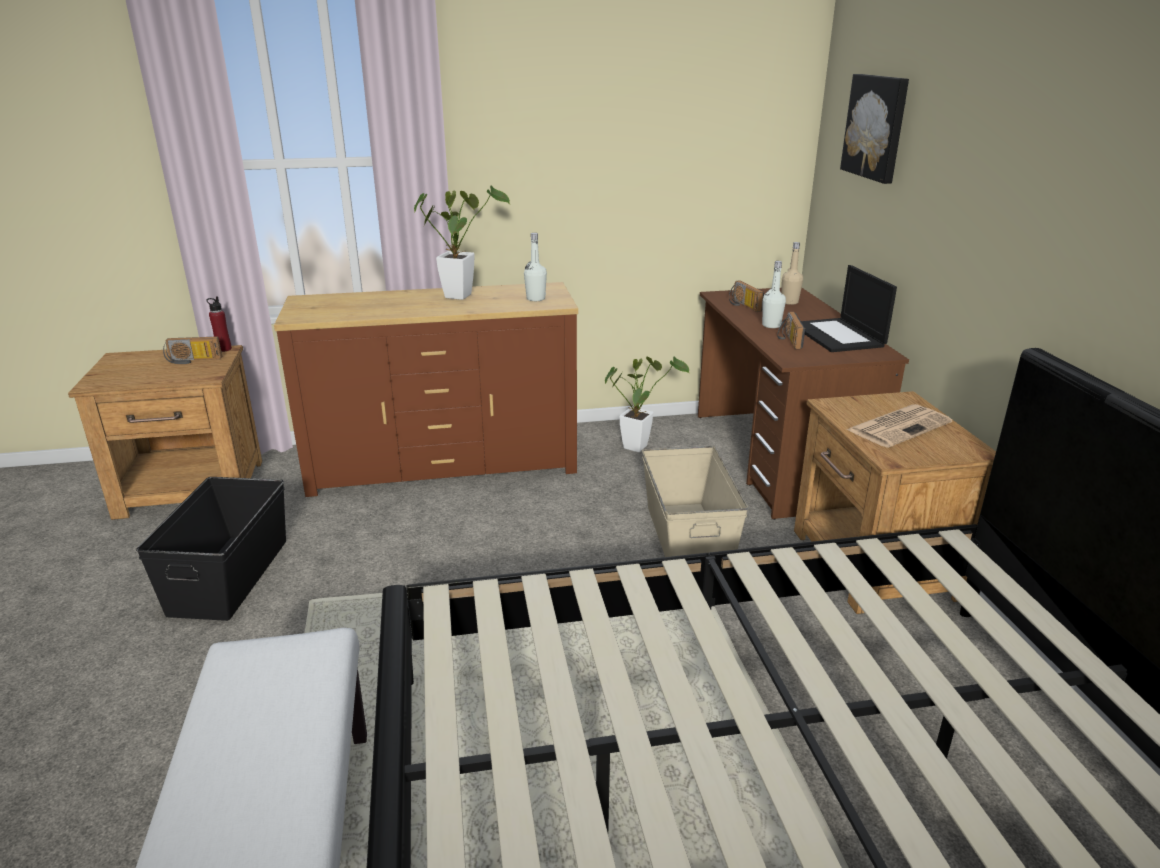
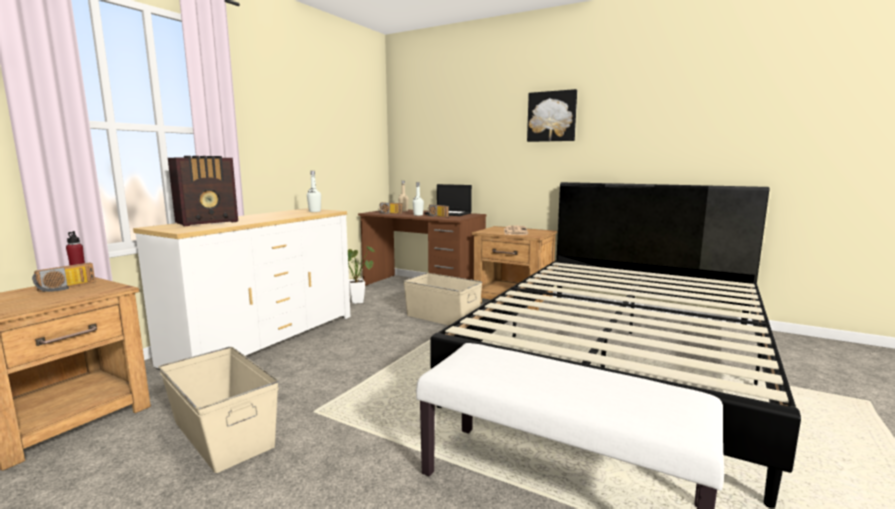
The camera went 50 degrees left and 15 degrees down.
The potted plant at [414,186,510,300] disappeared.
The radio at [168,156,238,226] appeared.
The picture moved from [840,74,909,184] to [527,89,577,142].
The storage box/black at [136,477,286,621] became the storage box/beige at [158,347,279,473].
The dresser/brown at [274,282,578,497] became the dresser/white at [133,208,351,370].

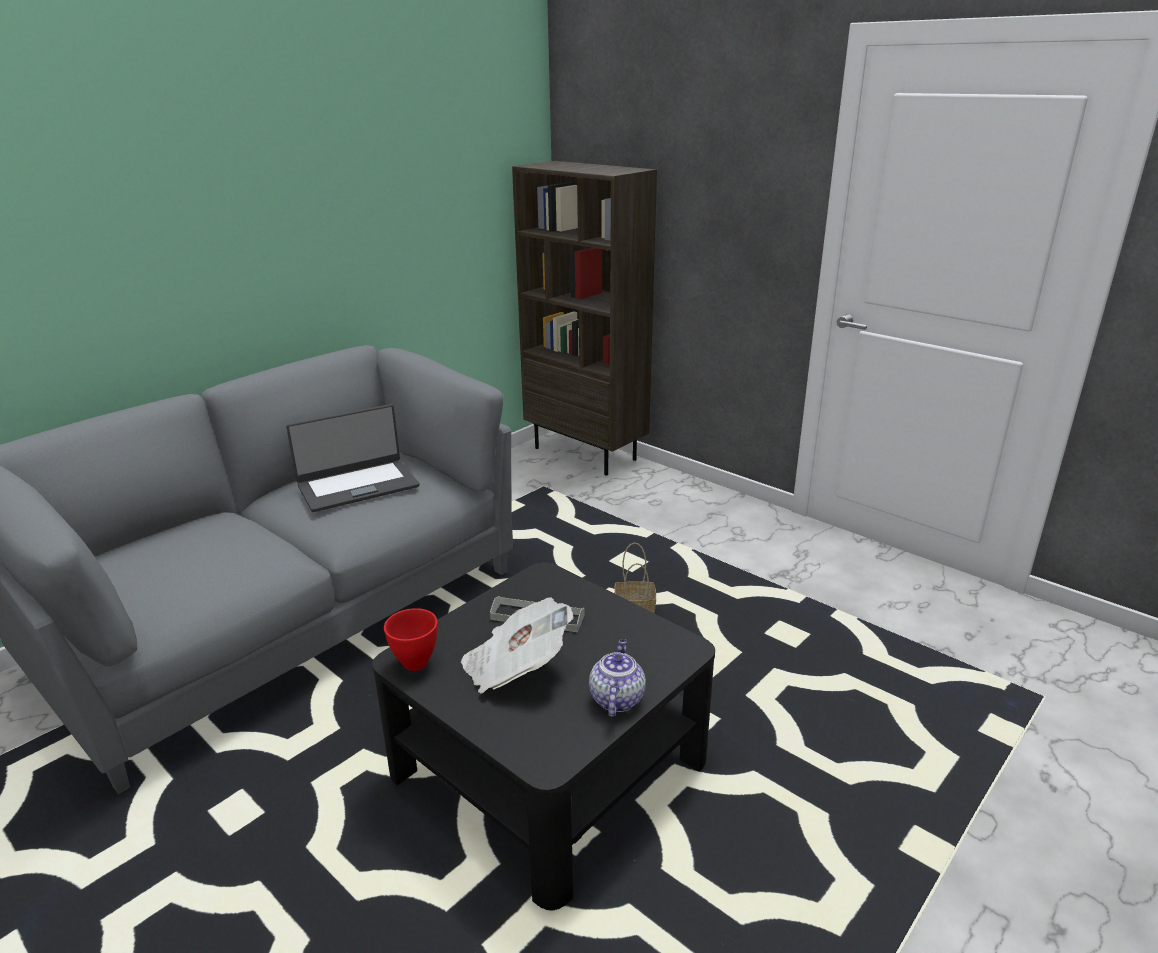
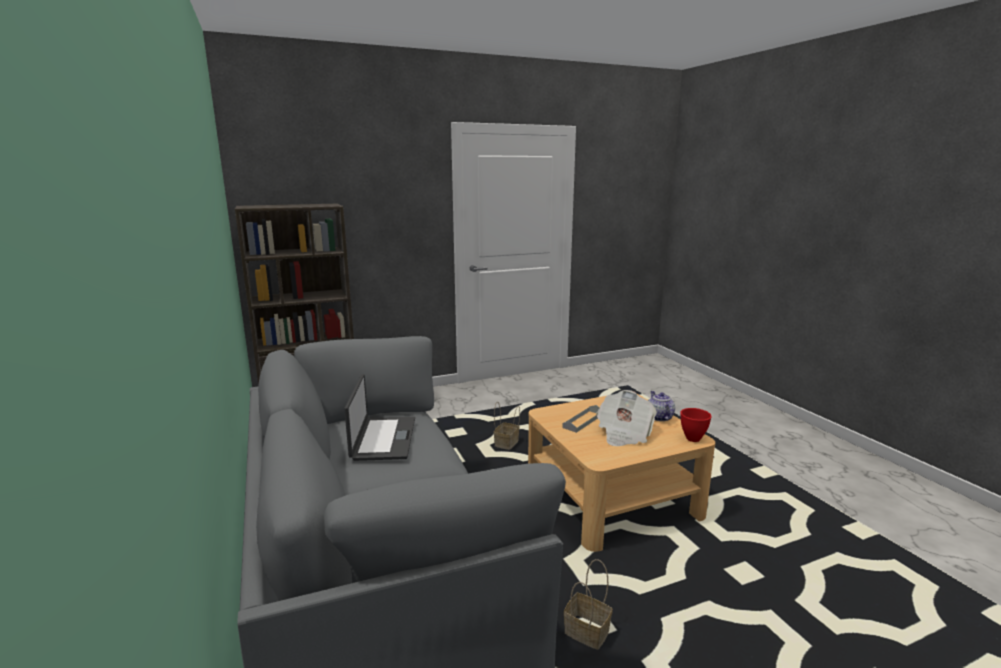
The camera went 65 degrees left and 10 degrees down.
The basket at [564,559,612,650] appeared.
The bowl/red moved from [384,608,438,671] to [680,408,712,442].
The coffee table/black at [372,562,715,911] became the coffee table/beige at [528,394,715,552].
The teapot at [589,639,646,717] turned 45 degrees clockwise.

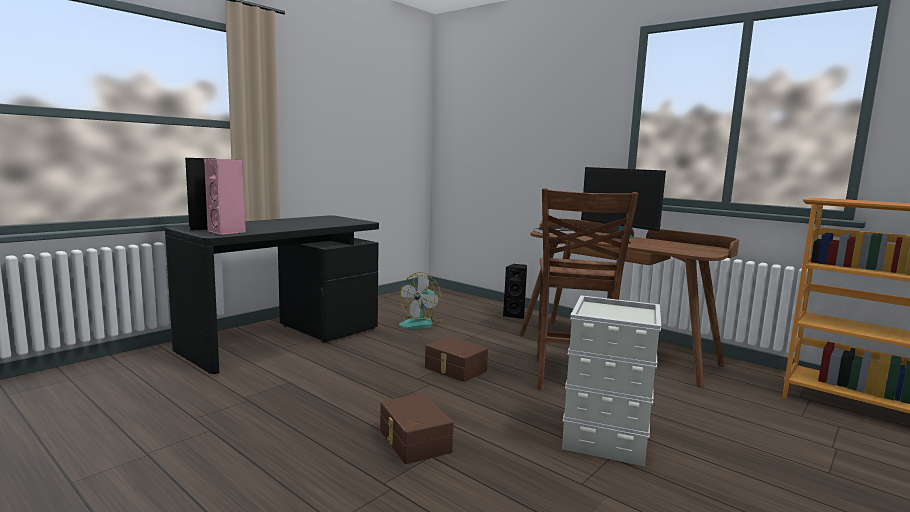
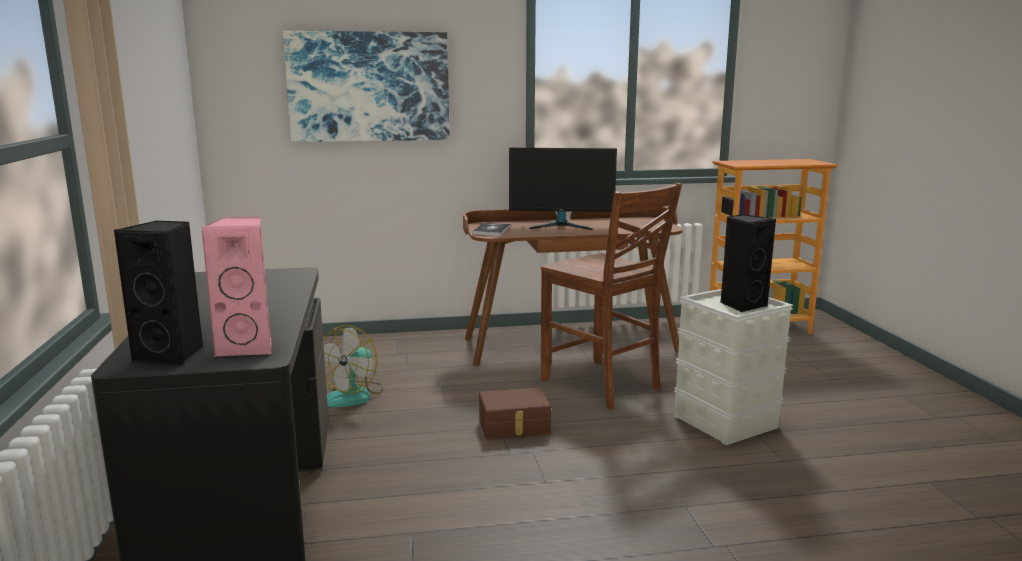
The camera went 50 degrees left and 5 degrees up.
The storage box/brown at [380,393,453,464] disappeared.
The picture at [283,31,449,142] appeared.
The speaker/black moved from [503,264,527,319] to [720,214,776,313].
The fan at [399,272,441,329] turned 45 degrees clockwise.

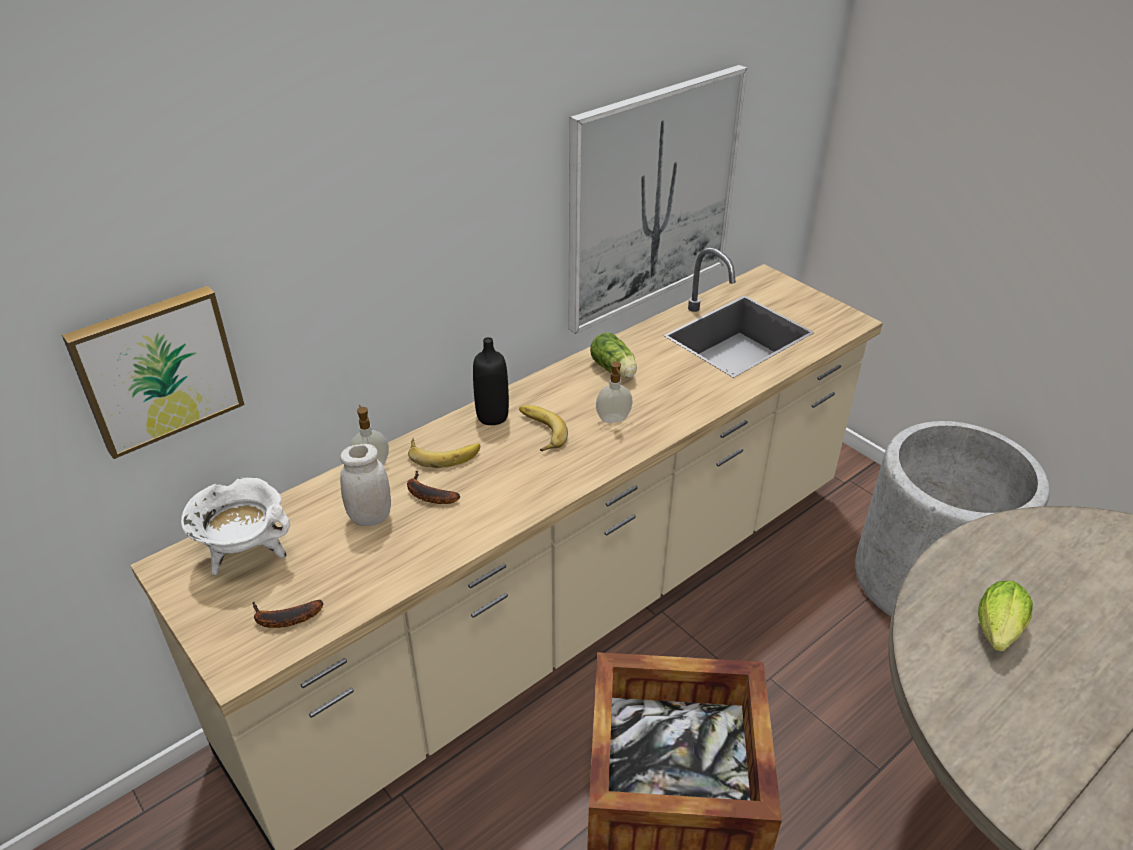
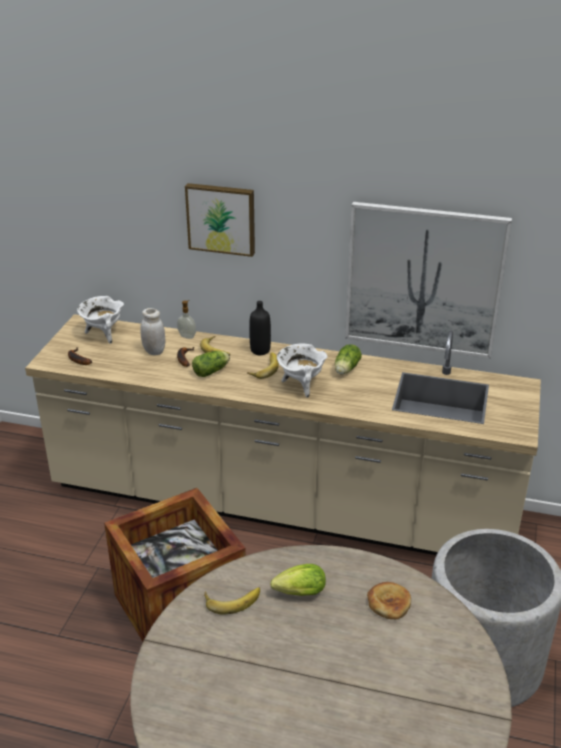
The camera went 55 degrees right and 5 degrees down.
The lettuce at [192,351,230,377] appeared.
The banana at [204,587,260,614] appeared.
The bread at [367,582,411,619] appeared.
The picture moved from [62,286,245,459] to [185,183,255,257].
The soap dispenser at [596,361,633,423] was replaced by the cooking pot/white at [277,343,328,398].

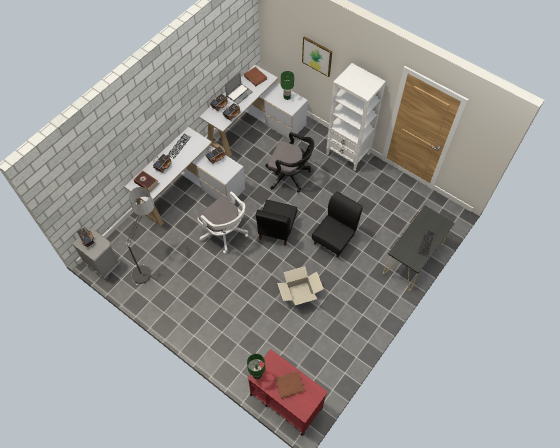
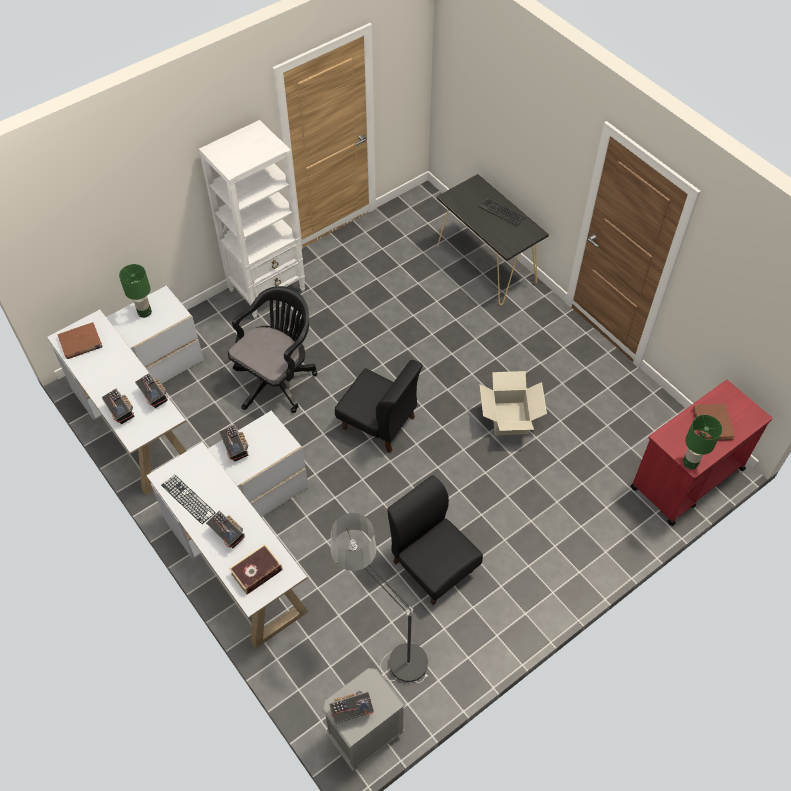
The camera went 75 degrees left and 5 degrees down.
The office chair/white at [198,191,248,253] disappeared.
The laptop at [225,72,253,104] disappeared.
The picture at [302,36,332,77] disappeared.
The chair/black moved from [312,191,363,258] to [388,475,483,605].

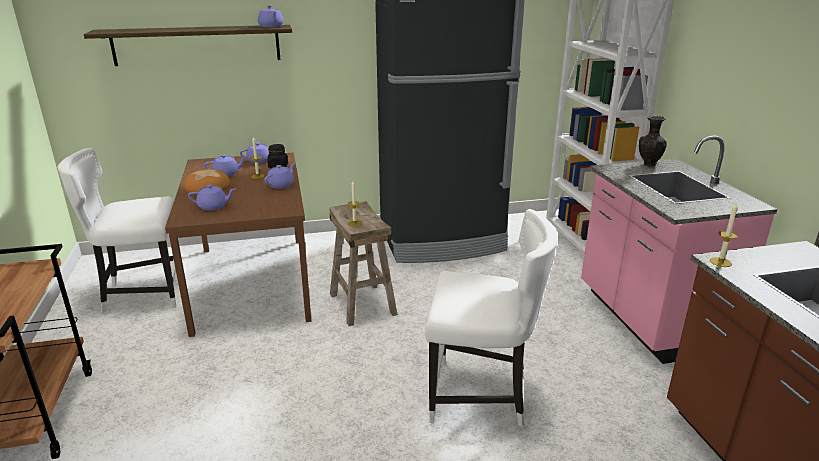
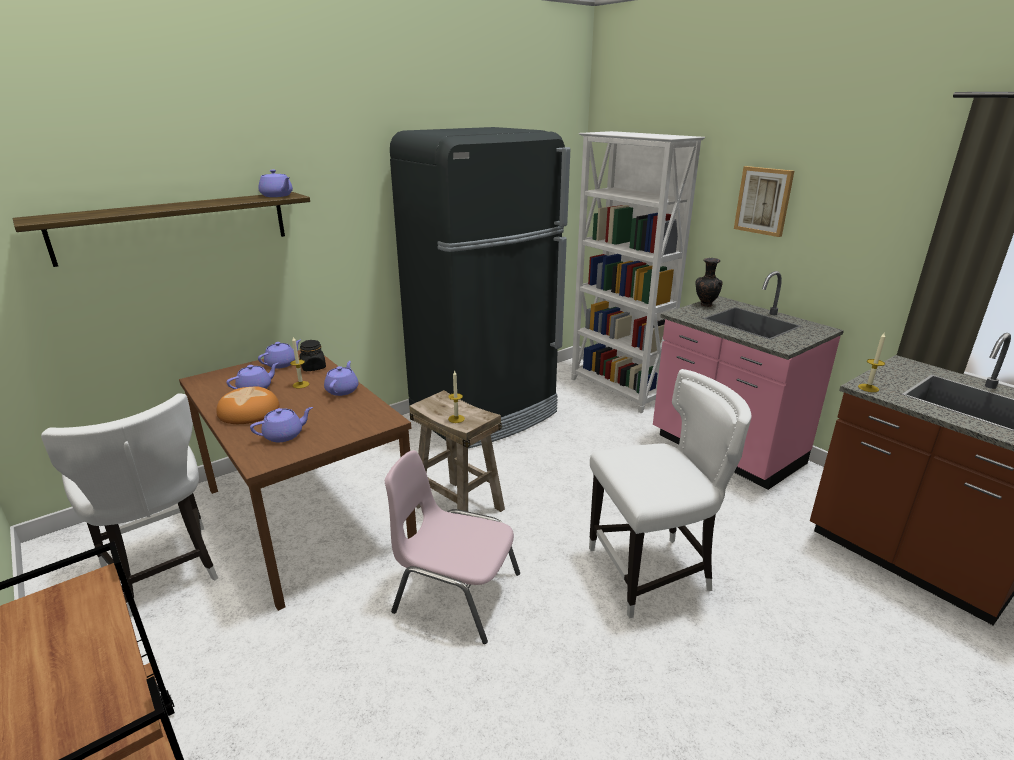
The camera went 25 degrees left and 0 degrees up.
The chair/pink at [385,450,520,644] appeared.
The picture at [734,166,794,237] appeared.
The chair/white at [57,148,176,313] turned 90 degrees counterclockwise.

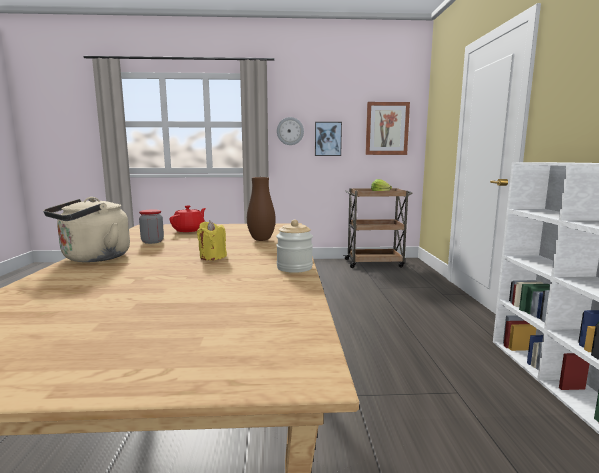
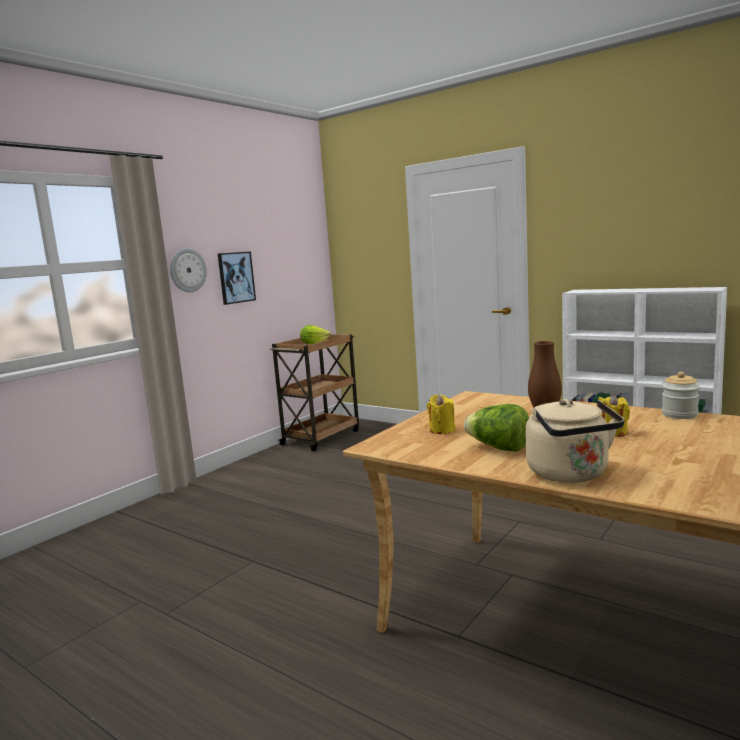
The camera went 50 degrees left and 0 degrees up.
The picture at [365,102,410,155] disappeared.
The jar at [139,209,164,244] was replaced by the lettuce at [464,404,529,452].
The teapot/red at [170,206,206,232] was replaced by the candle/yellow at [427,394,455,434].

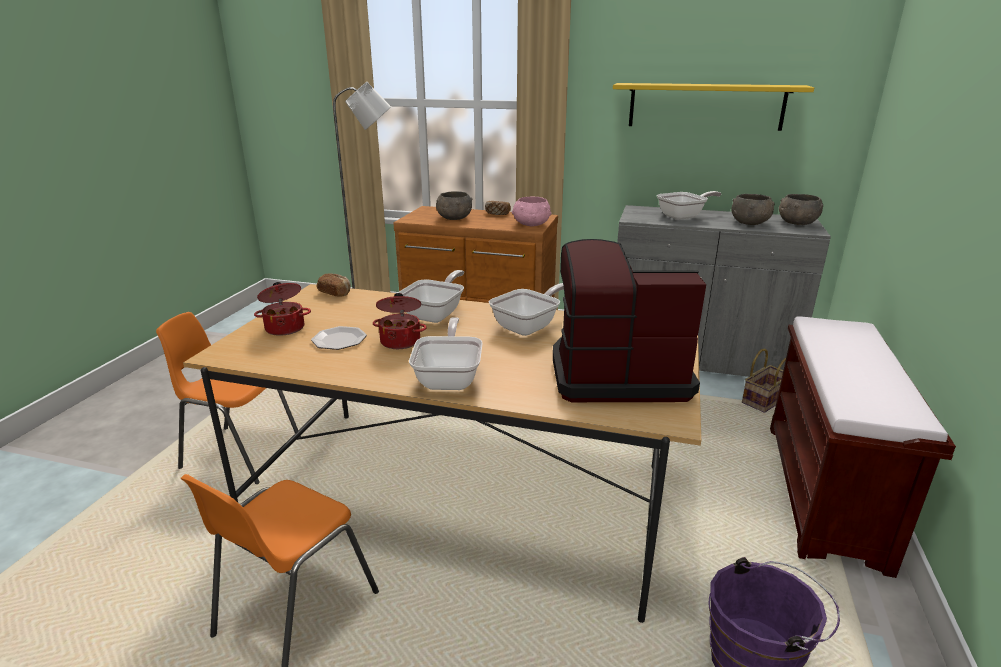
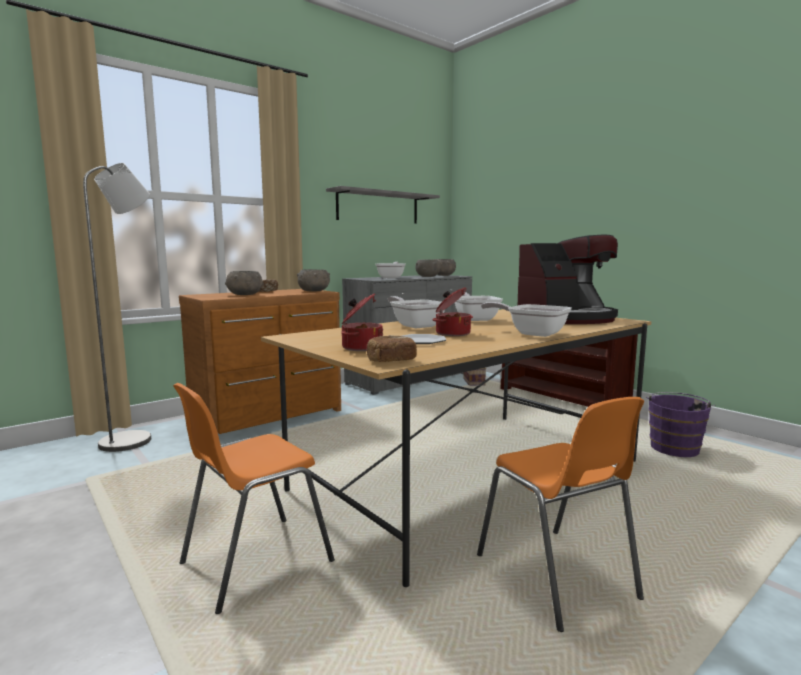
The camera went 55 degrees left and 15 degrees down.
The bread moved from [317,273,350,297] to [367,335,417,362].
The bowl/pink at [512,197,551,226] became the bowl/grey at [297,269,330,291].
The shelf/yellow at [613,83,814,131] became the shelf/grey at [326,186,440,224].
The coffee machine at [553,239,706,402] turned 150 degrees counterclockwise.

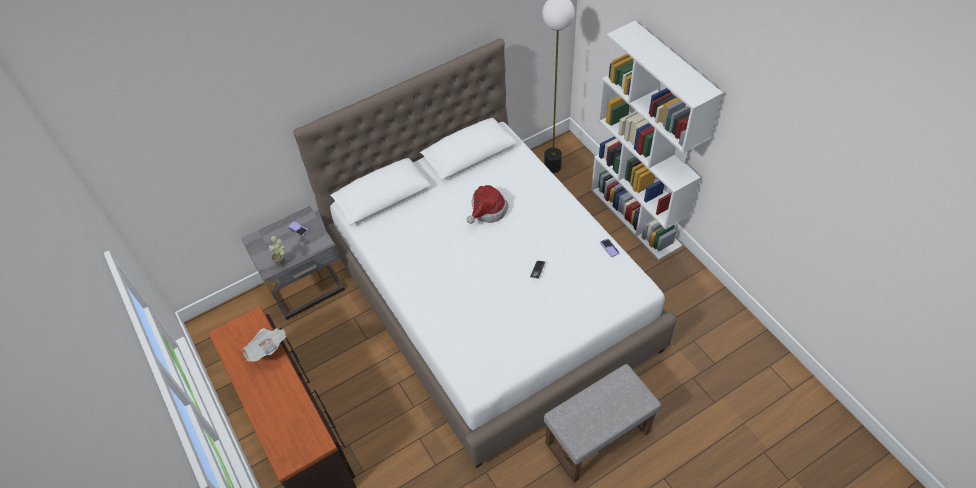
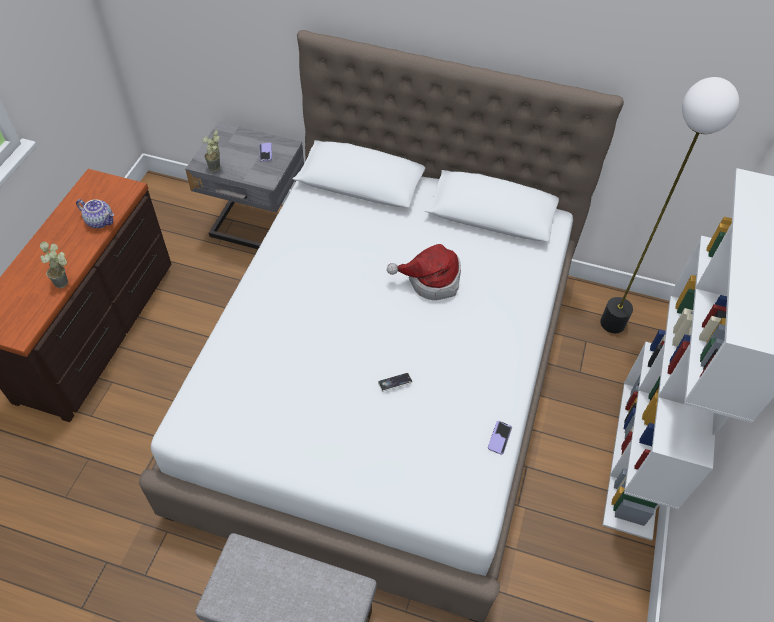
The camera went 45 degrees right and 0 degrees up.
The potted plant at [40,242,68,288] appeared.
The newspaper at [243,328,286,362] was replaced by the teapot at [76,199,114,228].

